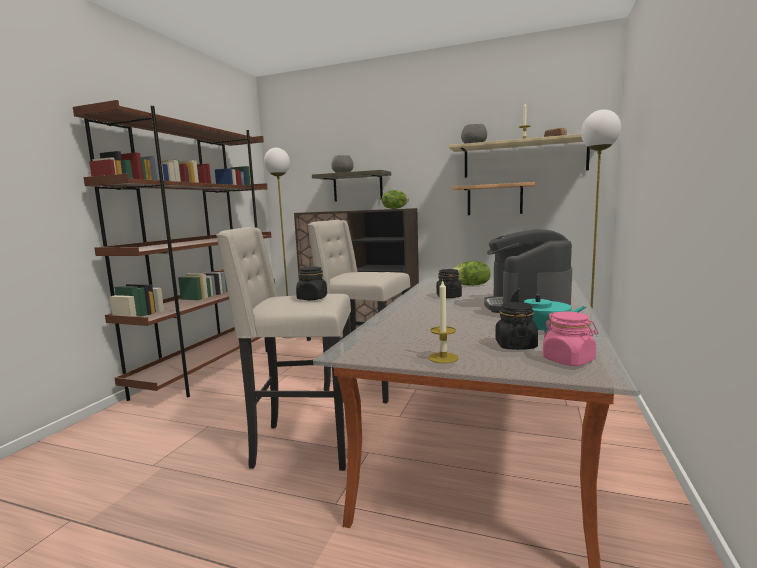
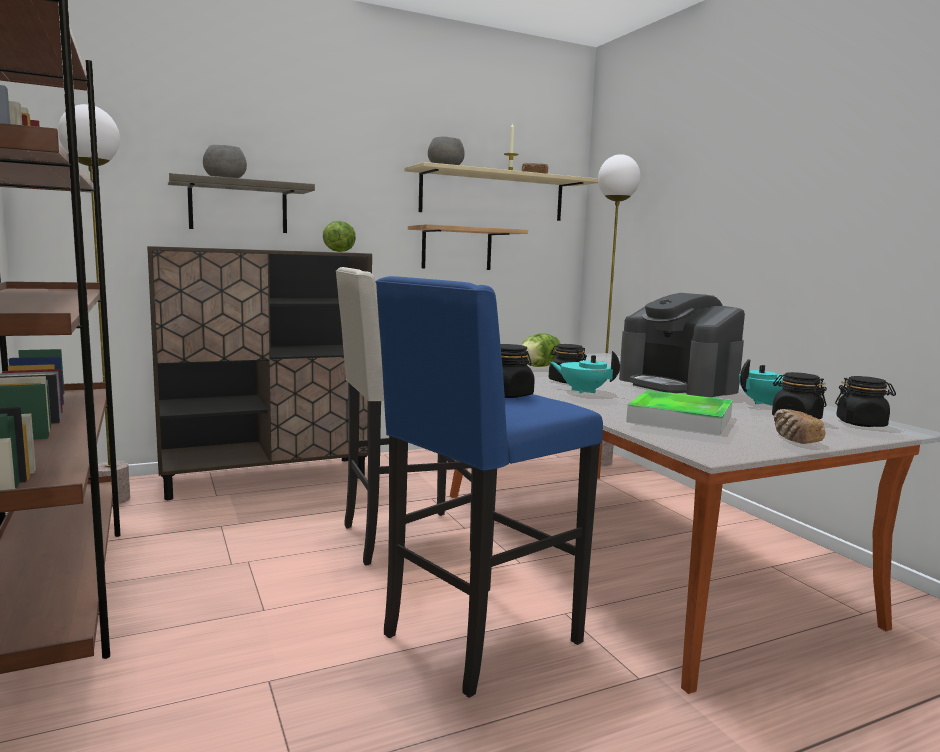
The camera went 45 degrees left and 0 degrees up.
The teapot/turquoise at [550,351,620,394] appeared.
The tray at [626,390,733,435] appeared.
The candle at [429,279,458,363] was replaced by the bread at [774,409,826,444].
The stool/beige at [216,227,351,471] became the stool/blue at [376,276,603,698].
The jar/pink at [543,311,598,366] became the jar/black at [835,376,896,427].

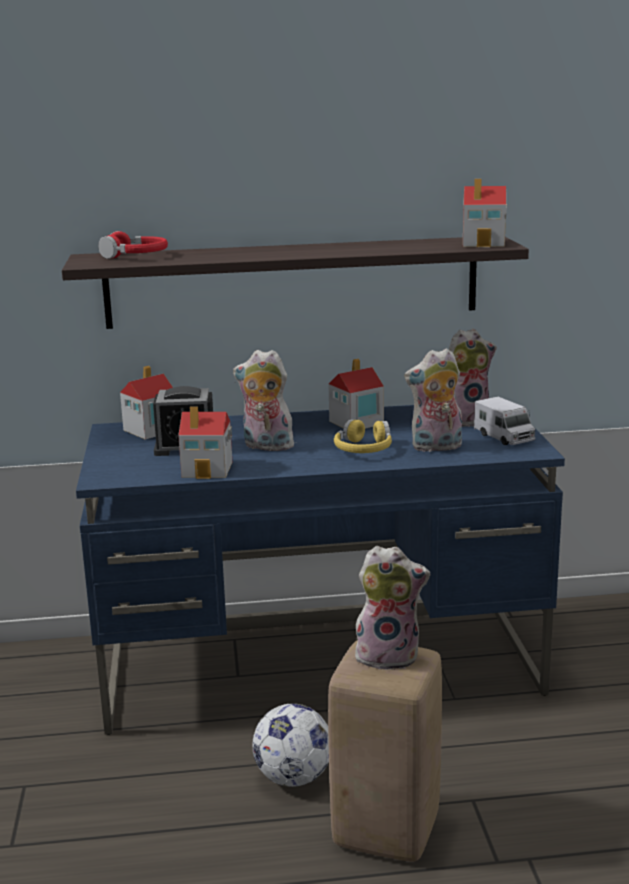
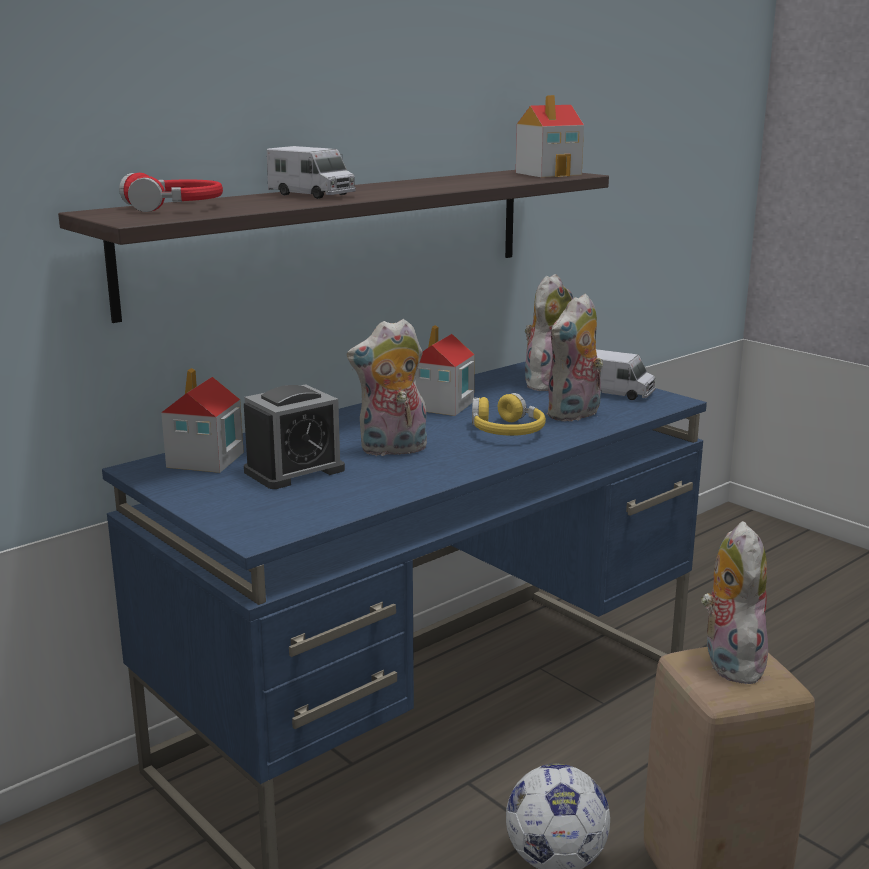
The camera went 35 degrees left and 0 degrees up.
The toy house at [178,406,232,479] disappeared.
The toy truck at [267,146,356,199] appeared.
The plush toy at [355,546,430,670] turned 60 degrees counterclockwise.

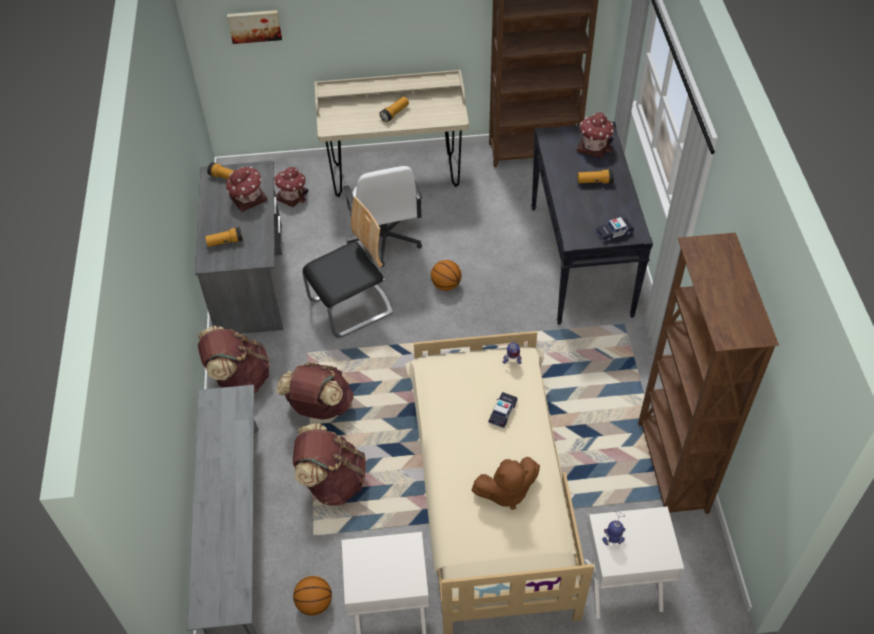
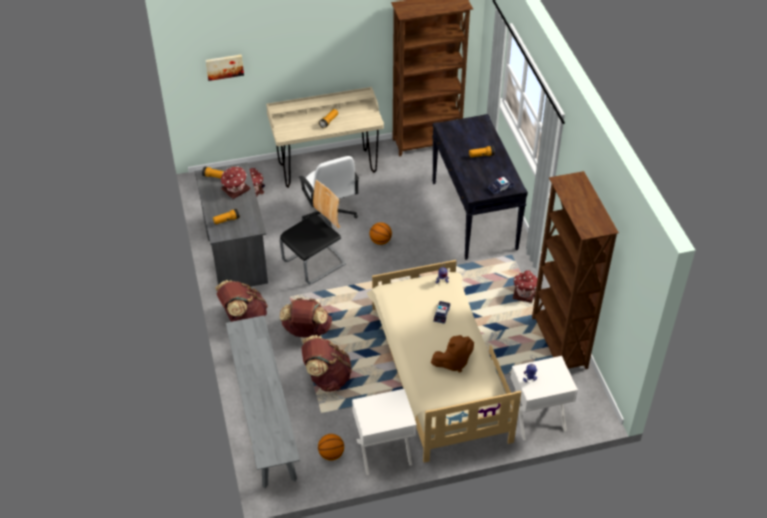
The camera went 10 degrees left and 5 degrees down.
The toy house moved from [577,112,614,158] to [513,270,538,303].

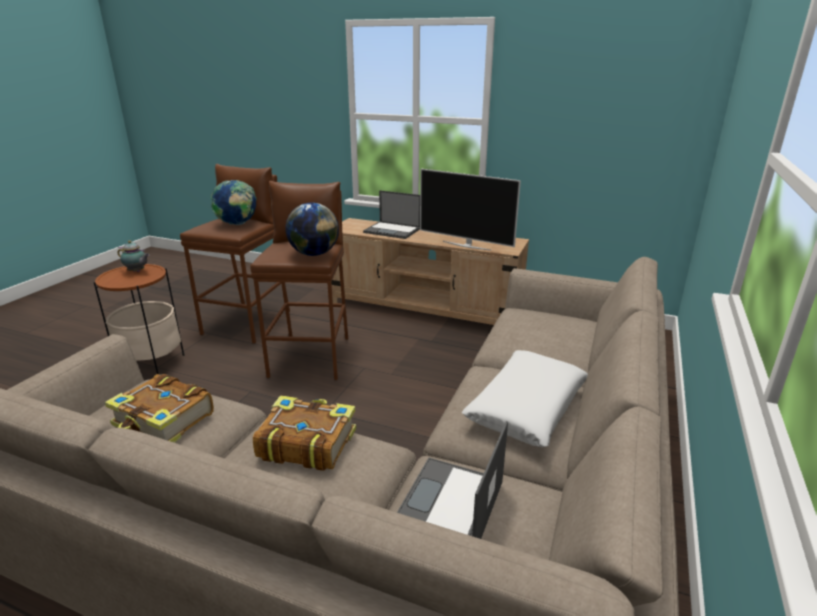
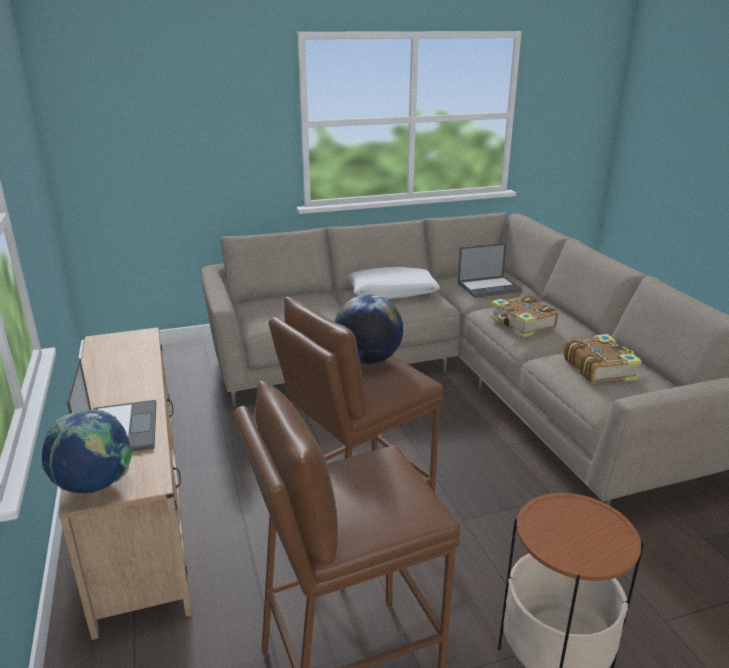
The camera went 130 degrees left and 0 degrees up.
The teapot at [117,240,150,272] disappeared.
The television at [420,169,521,251] disappeared.
The globe moved from [211,180,257,225] to [41,410,132,493].

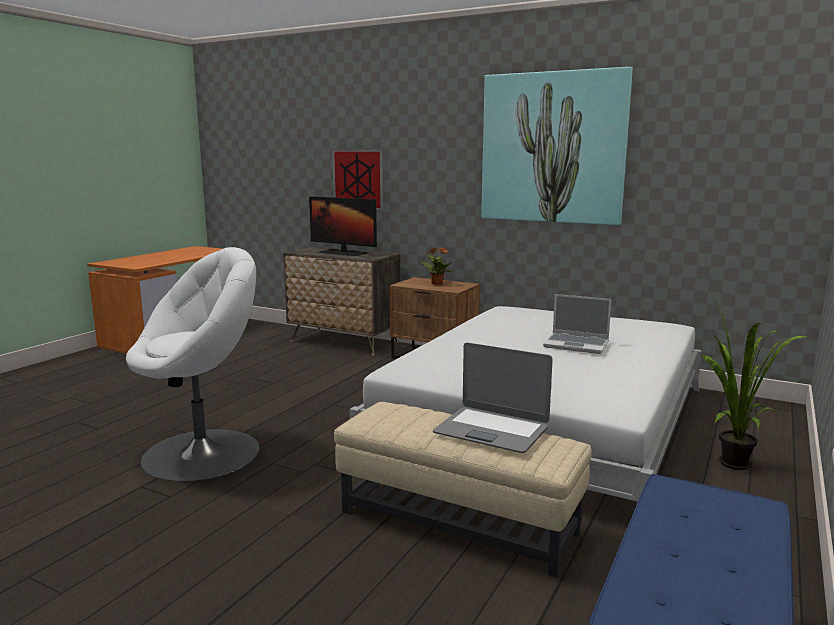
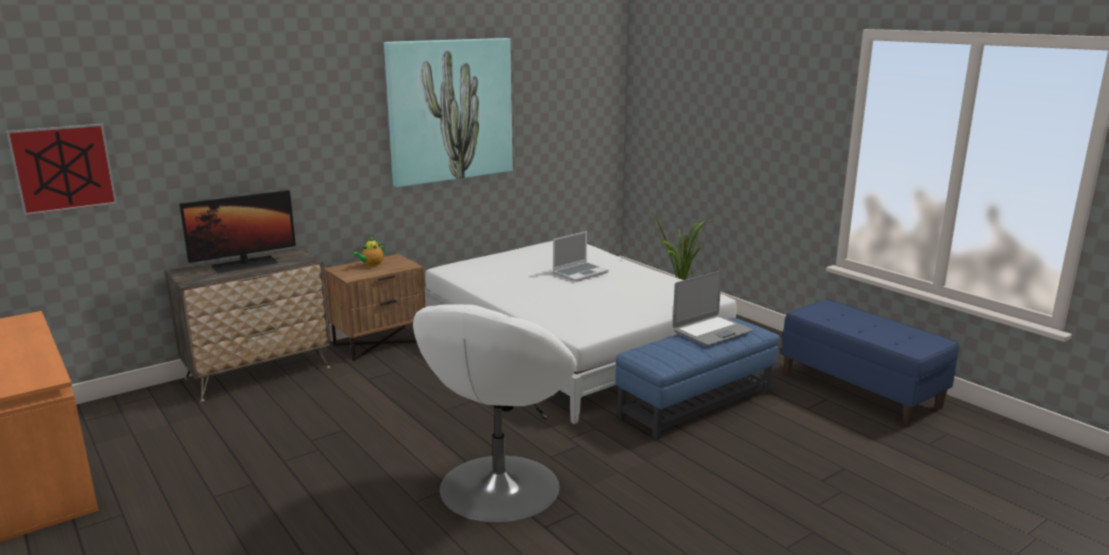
The camera went 65 degrees left and 5 degrees up.
The picture moved from [332,150,383,210] to [6,124,117,216].
The potted plant at [421,247,454,285] was replaced by the teapot at [352,236,385,267].
The ottoman/beige at [334,402,592,578] became the ottoman/blue at [615,318,780,440].
The armchair/white at [126,247,260,482] turned 150 degrees counterclockwise.

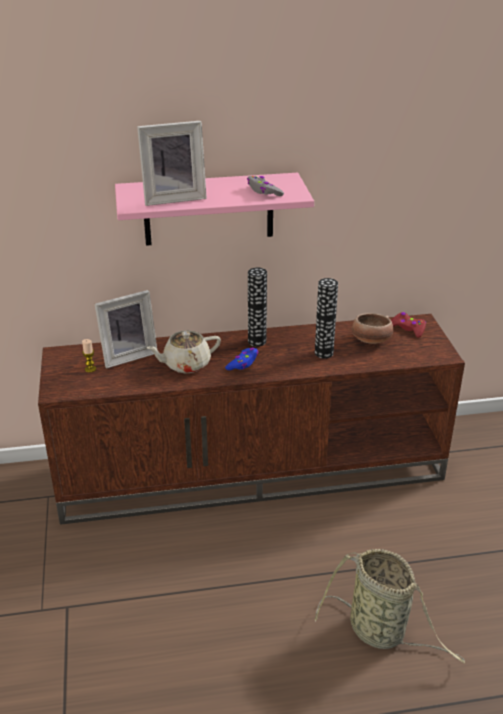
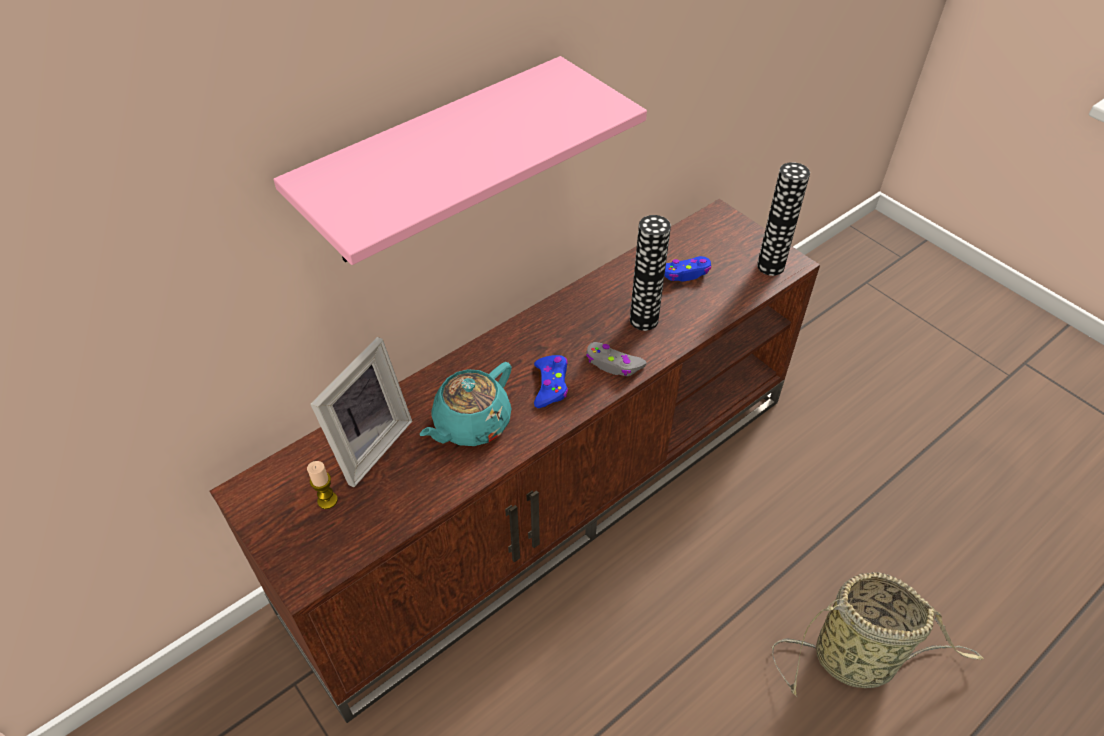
The camera went 30 degrees left and 15 degrees up.
The picture frame at [137,121,207,206] disappeared.
The game controller/red at [391,312,426,338] disappeared.
The game controller/grey moved from [247,176,284,196] to [586,342,646,376].
The vase moved from [248,268,267,347] to [757,162,810,276].
The bowl at [352,313,393,344] was replaced by the game controller/blue at [664,256,711,282].
The teapot/beige at [146,330,221,373] became the teapot/turquoise at [420,362,512,446].

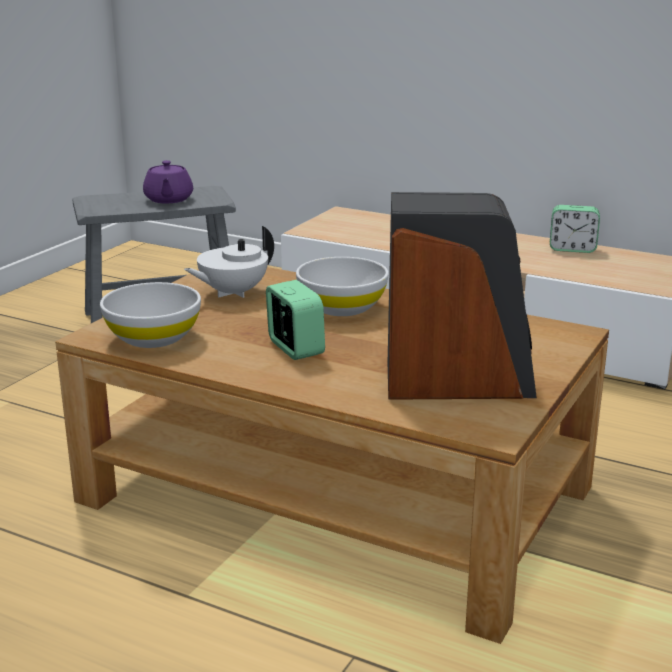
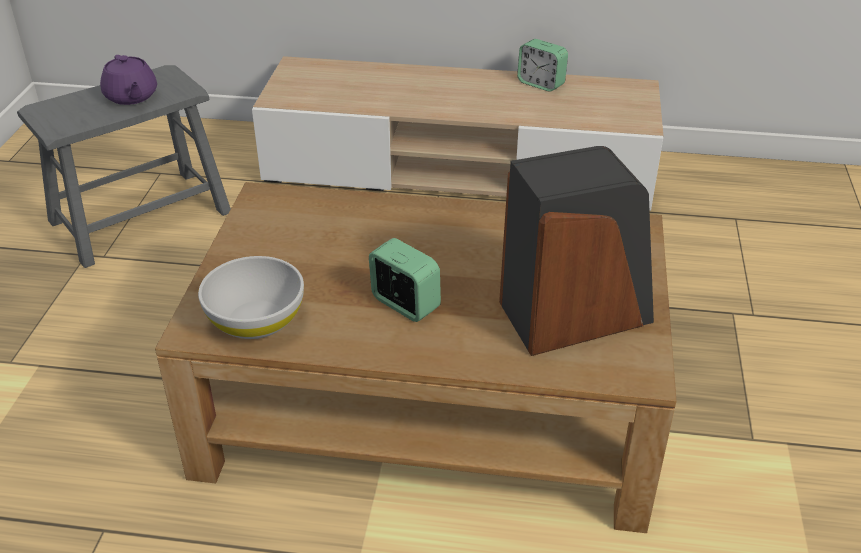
The camera went 20 degrees left and 15 degrees up.
The teapot/white at [184,226,274,298] disappeared.
The bowl/white at [296,257,389,316] disappeared.
The alarm clock at [550,205,600,253] turned 45 degrees clockwise.

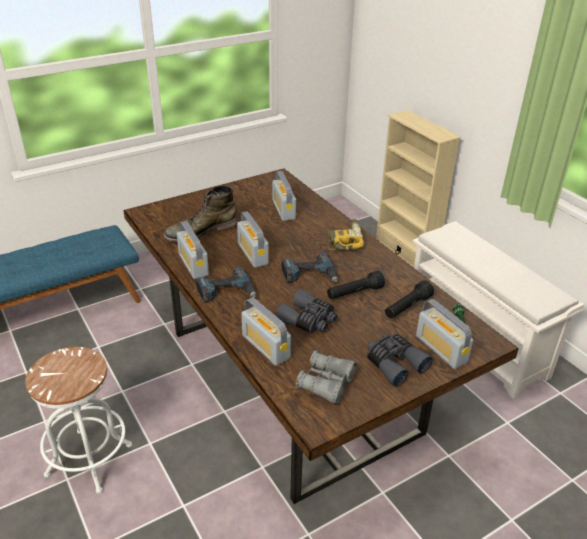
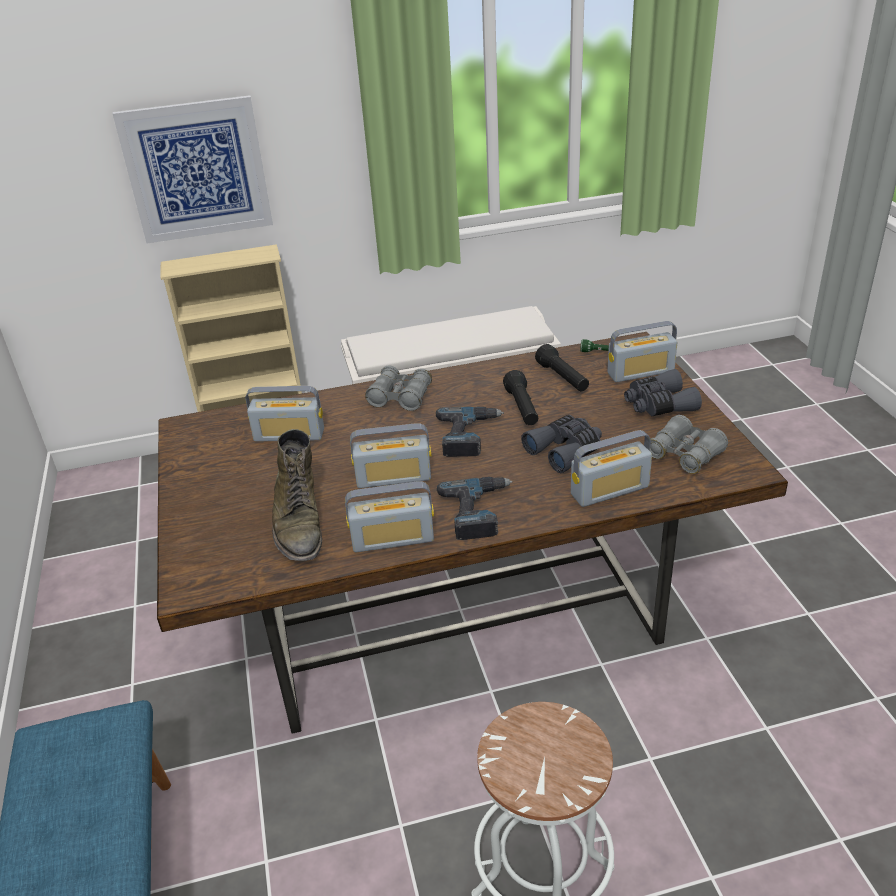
The camera went 70 degrees left and 0 degrees up.
The picture at [113,95,273,243] appeared.
The power drill at [328,219,364,251] was replaced by the binoculars/grey at [365,365,432,411].

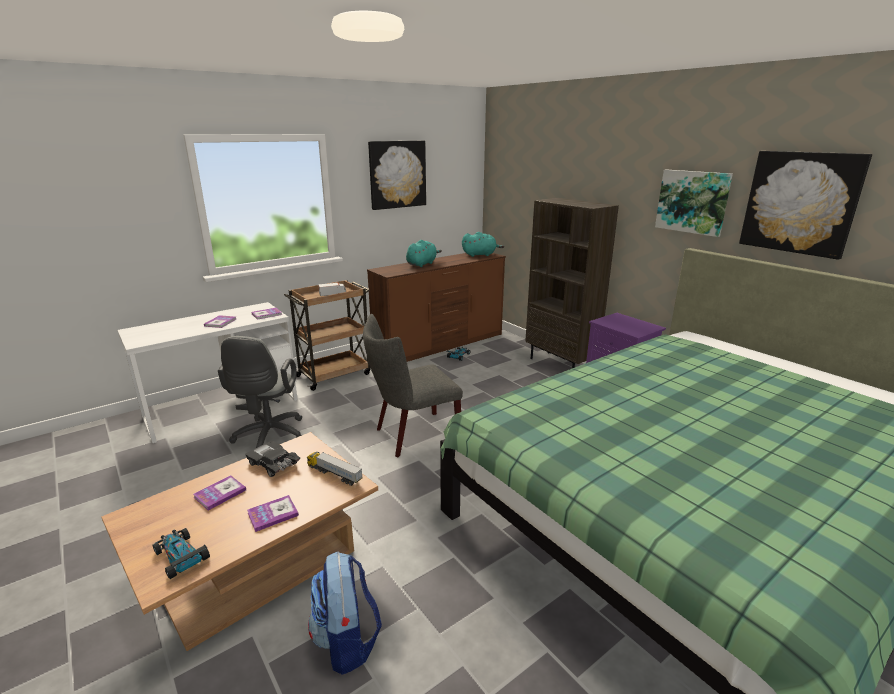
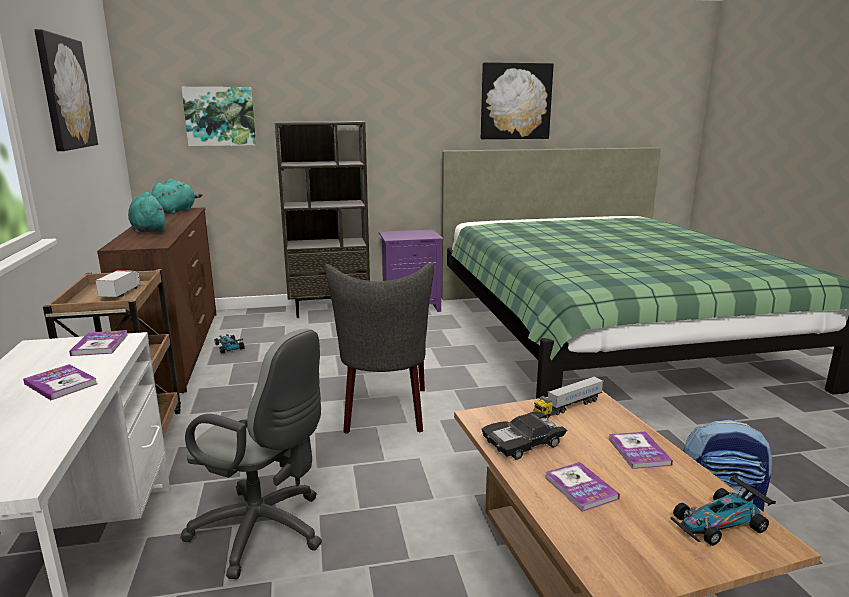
The camera went 65 degrees left and 5 degrees down.
The picture moved from [655,169,733,237] to [181,87,256,146].

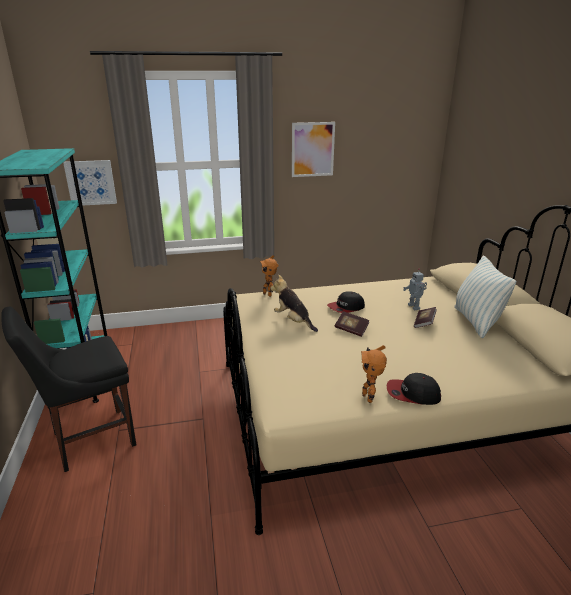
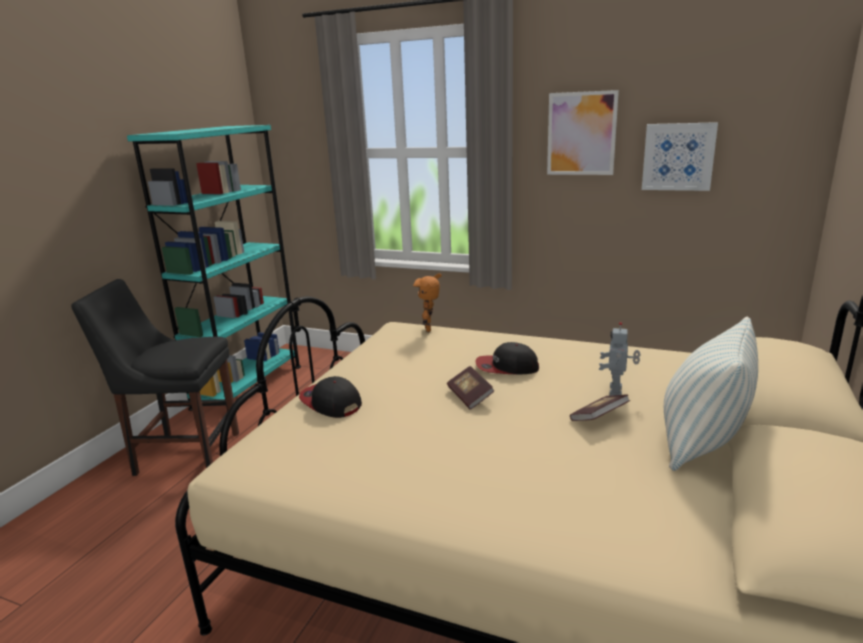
The camera went 35 degrees right and 5 degrees down.
The plush toy at [270,275,318,332] disappeared.
The toy robot at [361,345,387,403] disappeared.
The picture moved from [63,160,117,205] to [642,122,718,191].
The cap moved from [387,373,441,405] to [299,376,362,418].

